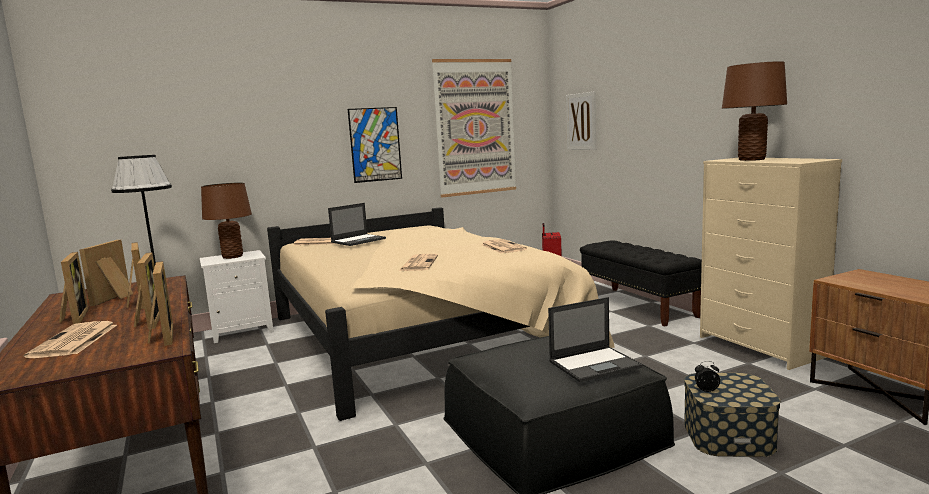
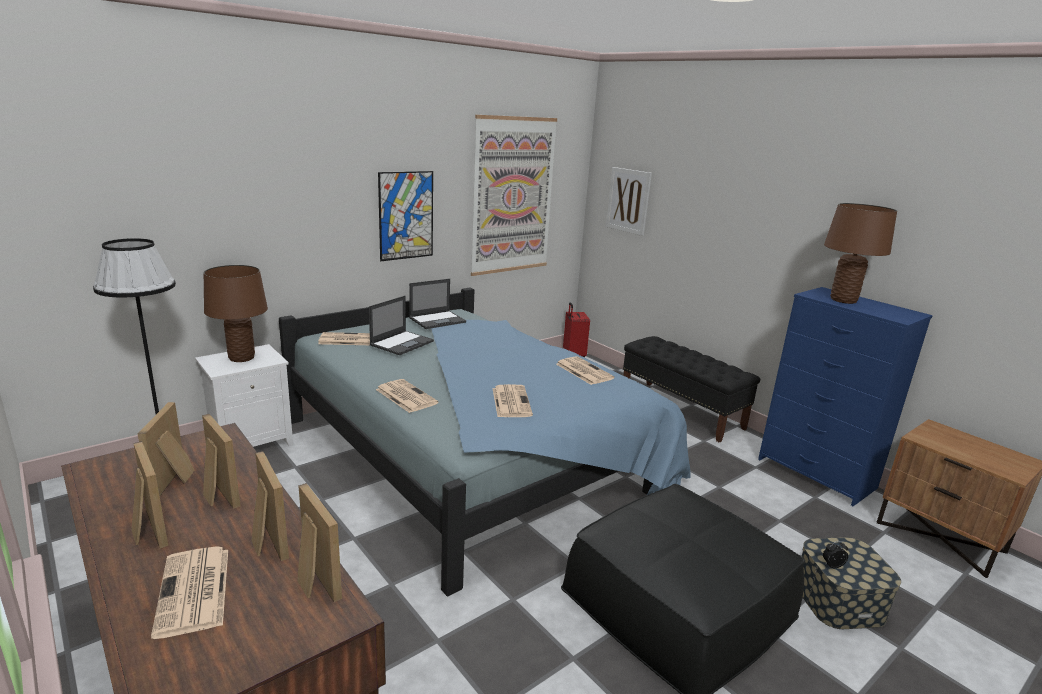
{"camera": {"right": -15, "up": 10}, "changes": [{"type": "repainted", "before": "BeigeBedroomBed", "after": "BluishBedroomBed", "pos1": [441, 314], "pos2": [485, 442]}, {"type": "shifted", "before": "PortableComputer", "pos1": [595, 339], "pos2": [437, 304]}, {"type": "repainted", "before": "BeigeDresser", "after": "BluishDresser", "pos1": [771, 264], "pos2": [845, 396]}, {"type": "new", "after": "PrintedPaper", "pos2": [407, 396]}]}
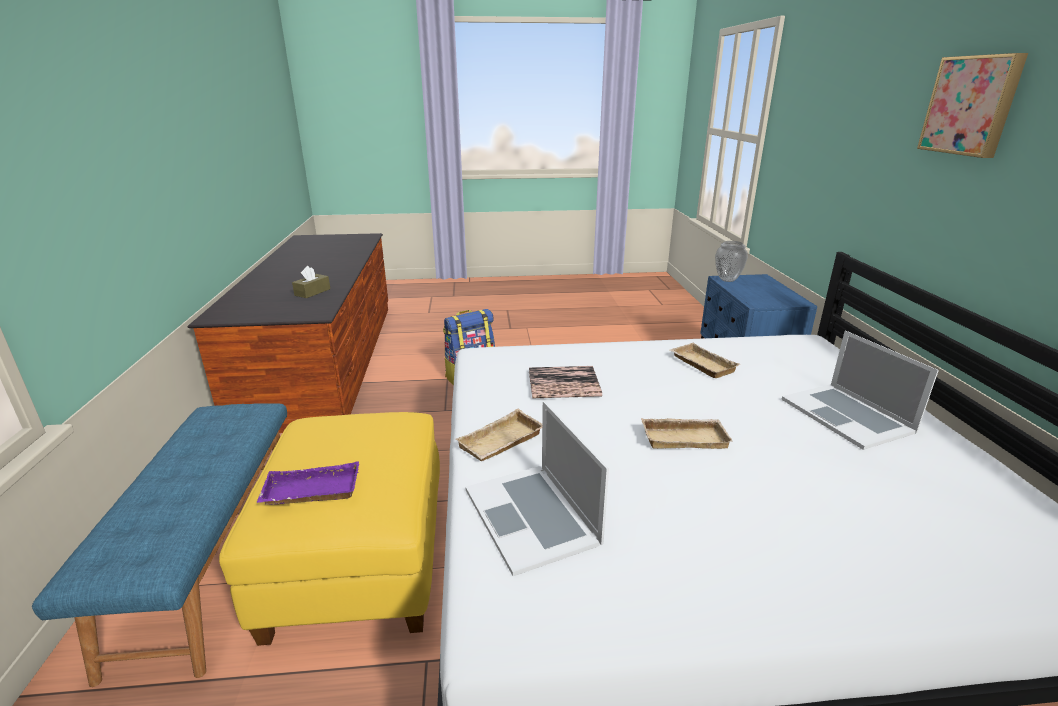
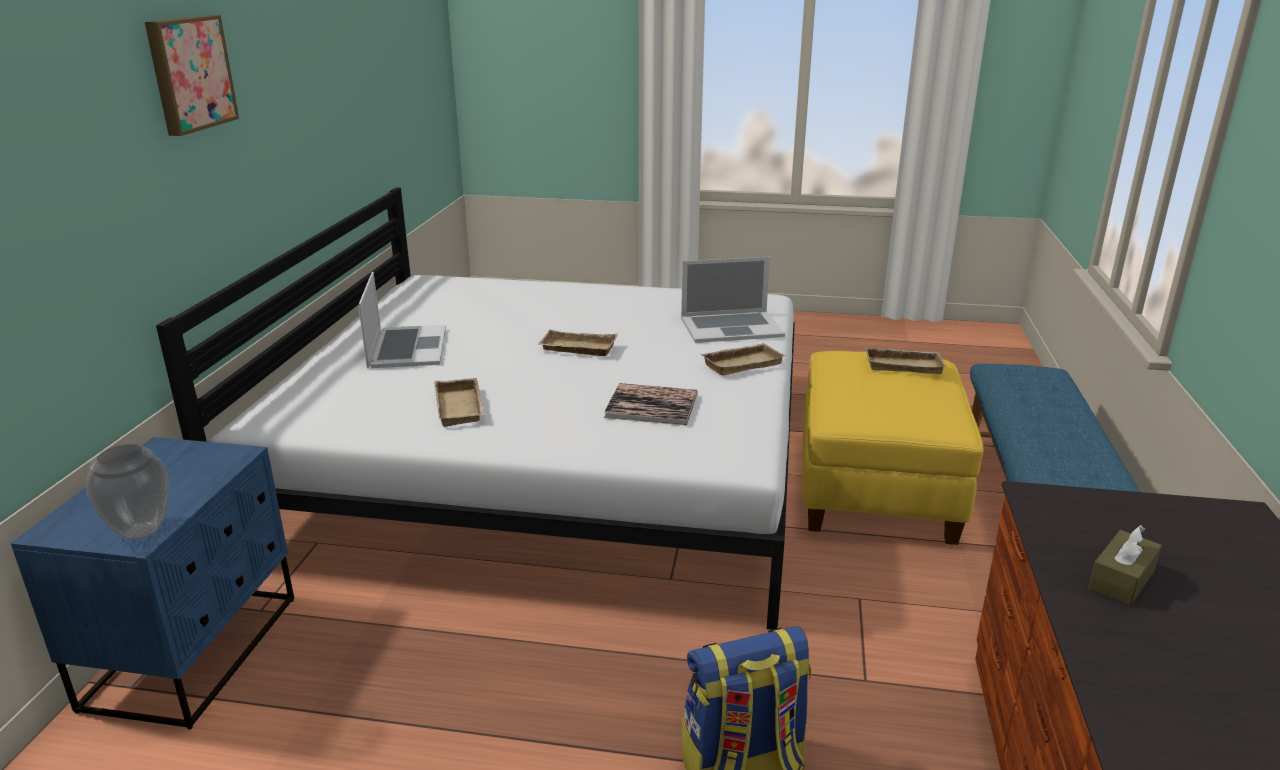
{"camera": {"right": -165, "up": 0}, "changes": [{"type": "repainted", "before": "PurpleColouredServingTray", "after": "BeigeServingTray", "pos1": [307, 483], "pos2": [905, 360]}, {"type": "rotated", "before": "PortableComputer", "pos1": [537, 488], "pos2": [733, 300], "turn": 90}]}
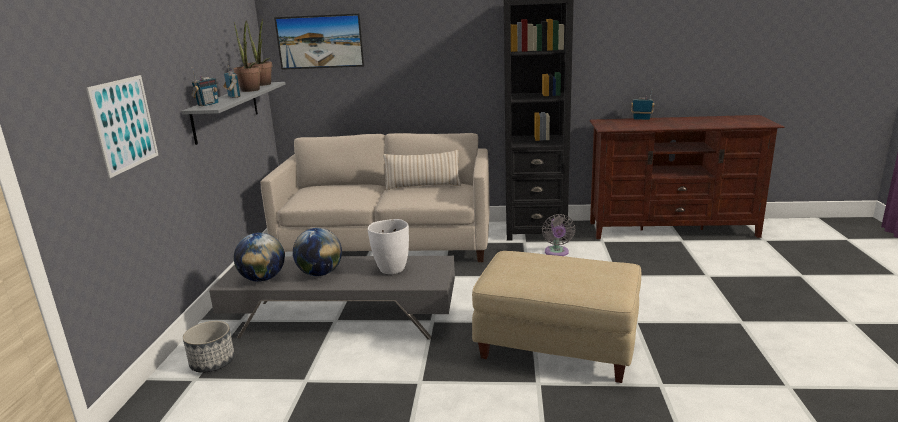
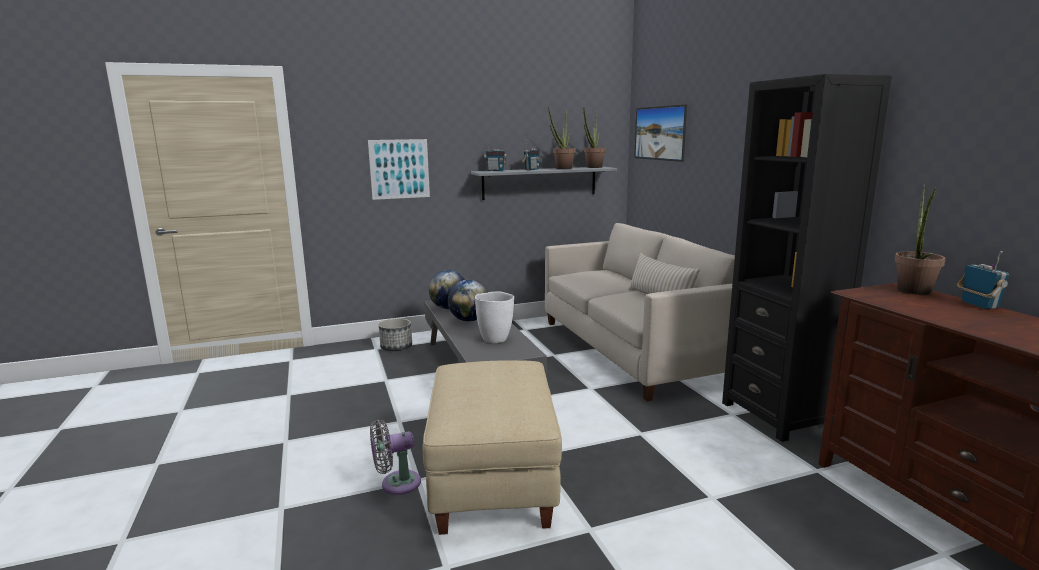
{"camera": {"right": 65, "up": -5}, "changes": [{"type": "shifted", "before": "GreyFan", "pos1": [558, 235], "pos2": [395, 457]}, {"type": "new", "after": "PottedPlant", "pos2": [920, 239]}]}
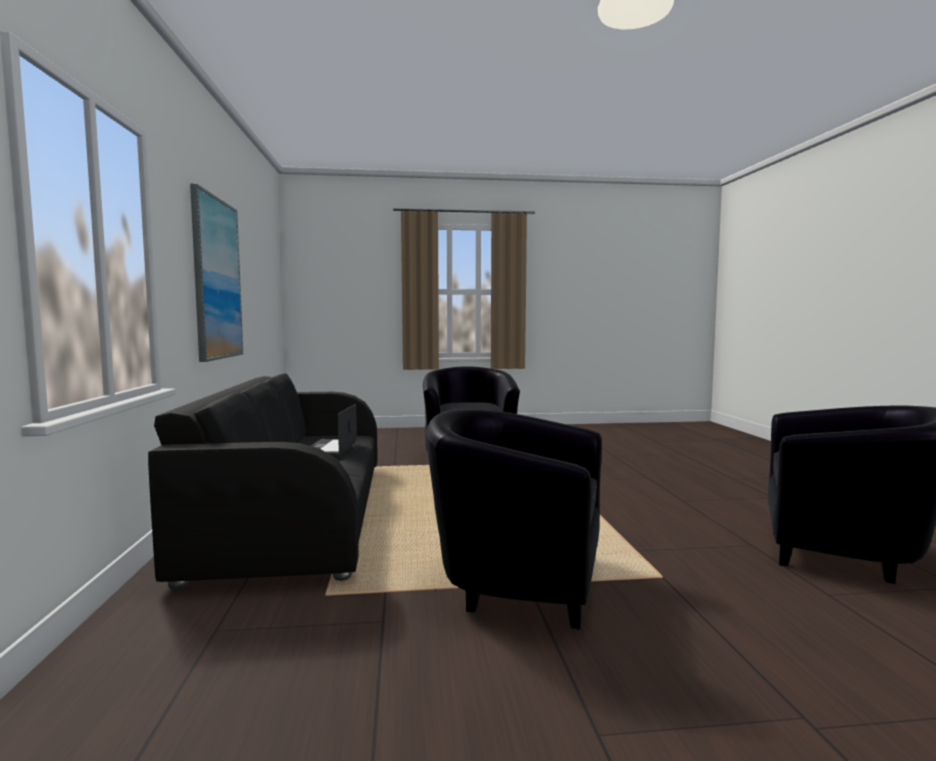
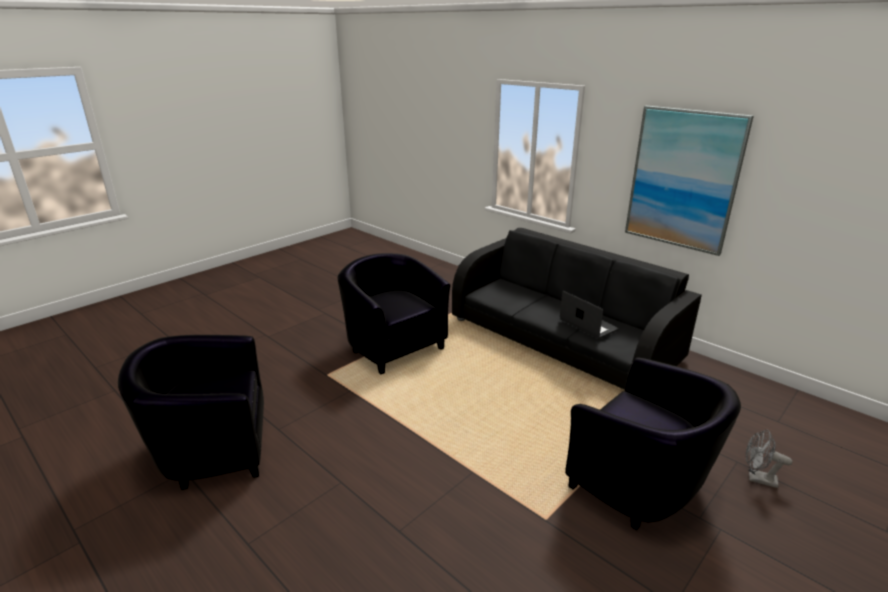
{"camera": {"right": 140, "up": 20}, "changes": [{"type": "rotated", "before": "BlackColouredArmchair", "pos1": [514, 519], "pos2": [393, 313], "turn": -105}, {"type": "new", "after": "GreyFan", "pos2": [769, 459]}]}
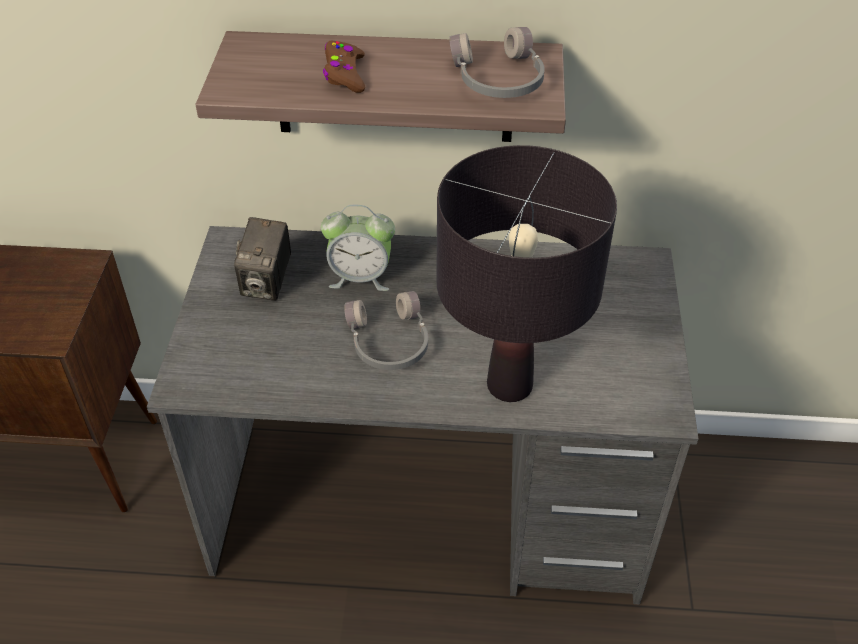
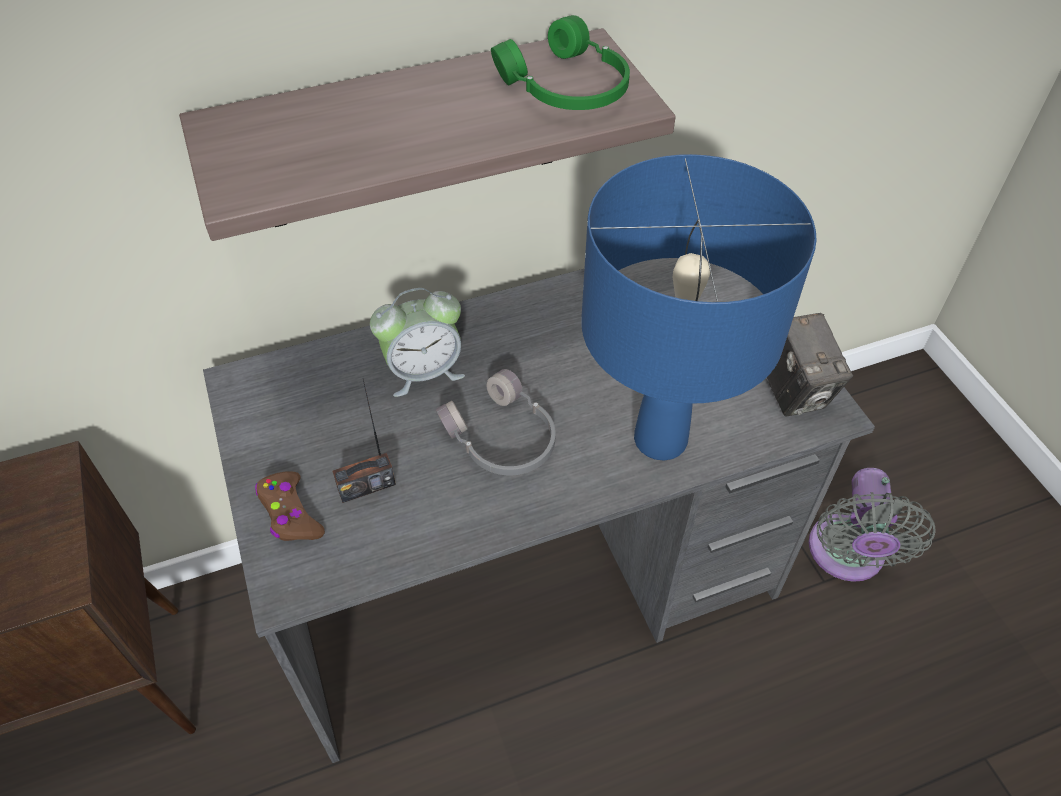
{"camera": {"right": -25, "up": 5}, "changes": [{"type": "shifted", "before": "PhotoCamera", "pos1": [262, 259], "pos2": [809, 365]}, {"type": "shifted", "before": "BrownishJoypad", "pos1": [344, 66], "pos2": [290, 506]}, {"type": "repainted", "before": "BlackColouredTableLamp", "after": "BluishTableLamp", "pos1": [526, 273], "pos2": [699, 307]}, {"type": "repainted", "before": "GreyPairOfHeadphones", "after": "GreenishPairOfHeadphones", "pos1": [497, 62], "pos2": [560, 62]}, {"type": "new", "after": "Radio", "pos2": [364, 441]}, {"type": "new", "after": "GreyFan", "pos2": [872, 525]}]}
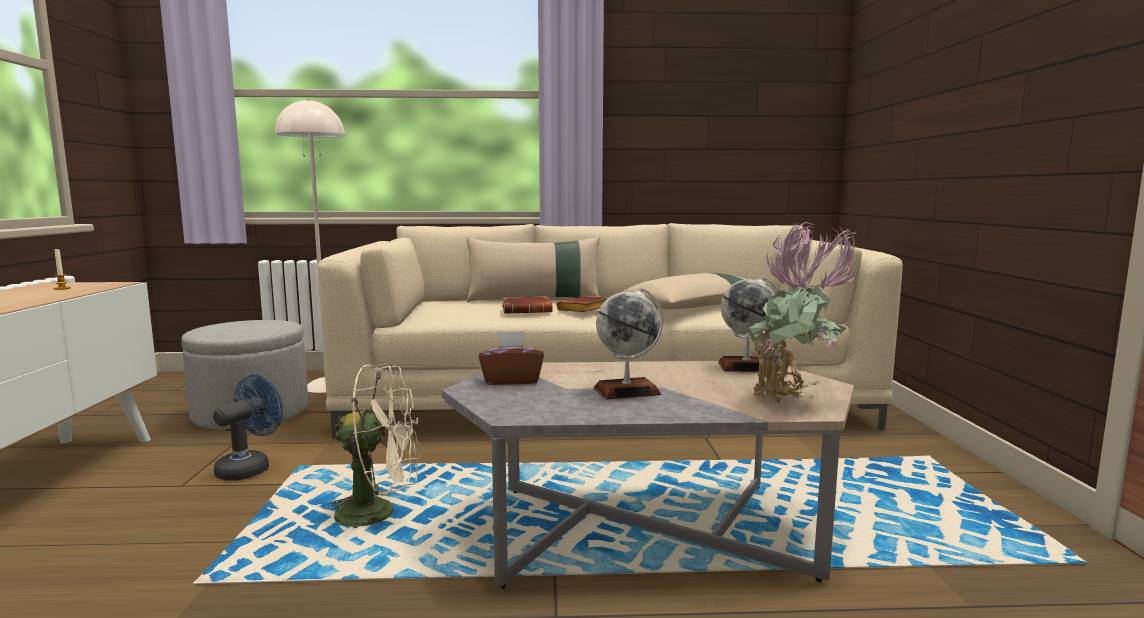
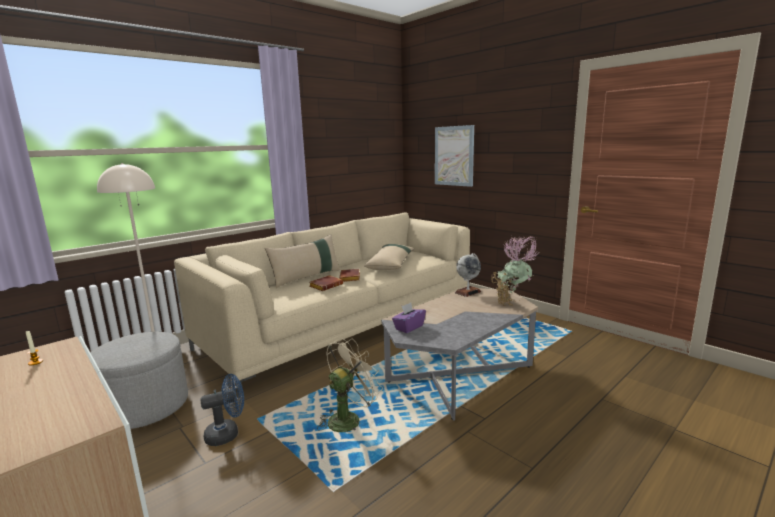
{"camera": {"right": -40, "up": 5}, "changes": [{"type": "rotated", "before": "BluishFan", "pos1": [248, 428], "pos2": [222, 410], "turn": 75}, {"type": "repainted", "before": "BrownishBoxOfTissues", "after": "PurpleColouredBoxOfTissues", "pos1": [511, 358], "pos2": [409, 318]}, {"type": "gone", "before": "DeskGlobe", "pos1": [628, 343]}, {"type": "new", "after": "Picture", "pos2": [454, 156]}]}
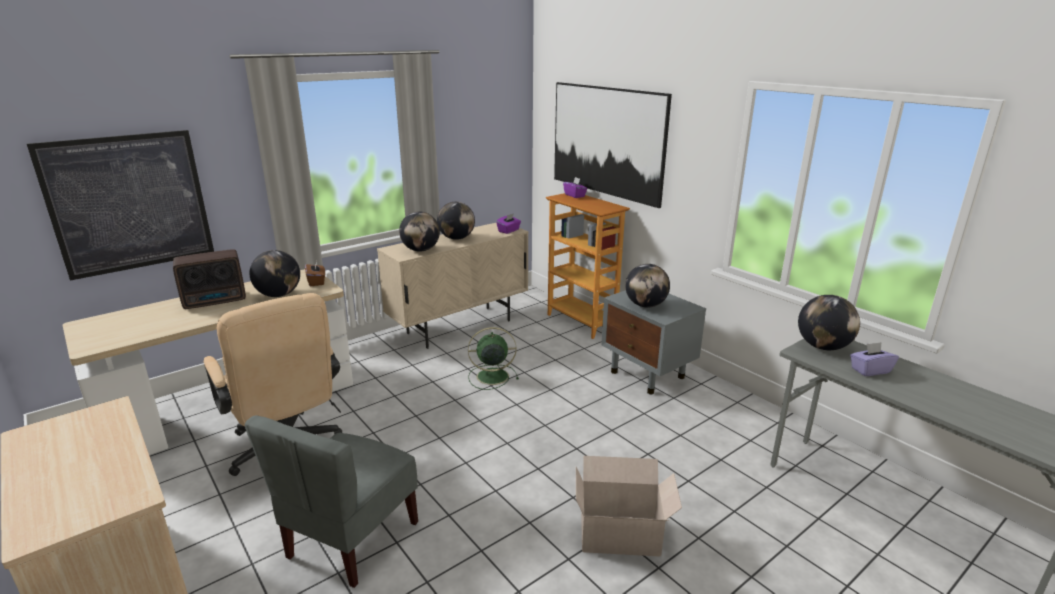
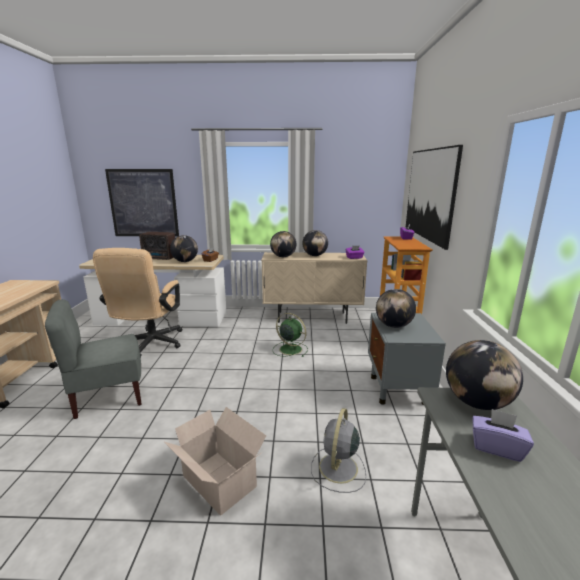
{"camera": {"right": 40, "up": -5}, "changes": [{"type": "new", "after": "GreyFan", "pos2": [338, 450]}]}
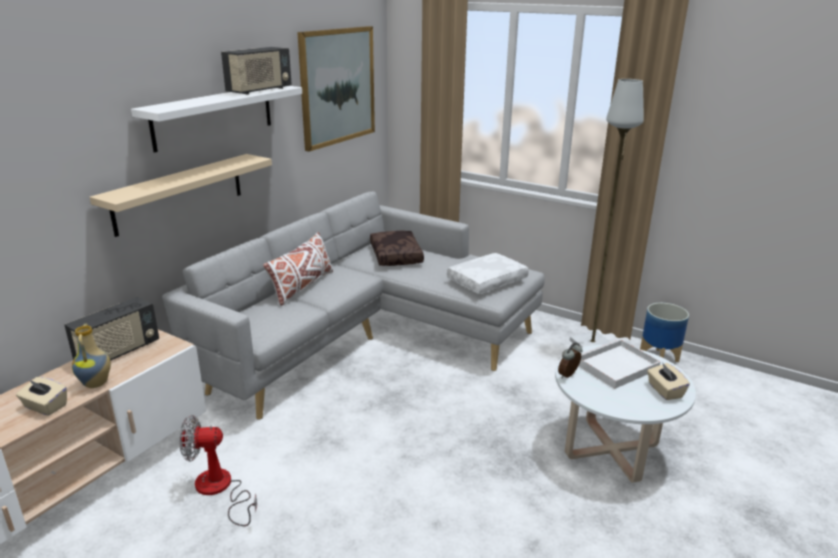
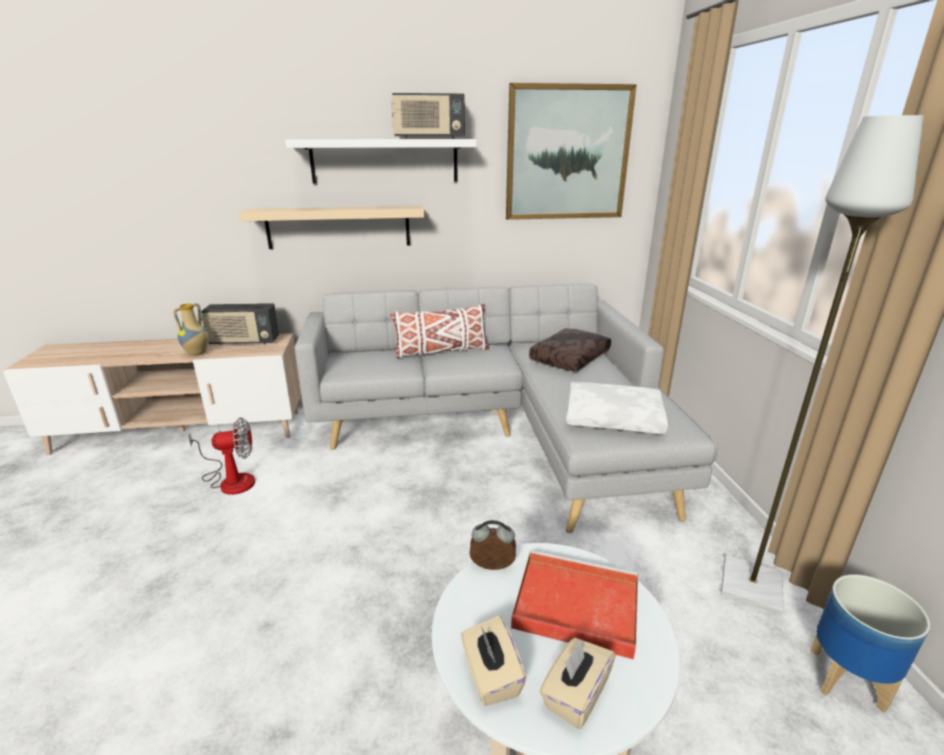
{"camera": {"right": 50, "up": 0}, "changes": [{"type": "shifted", "before": "BeigeBoxOfTissues", "pos1": [41, 396], "pos2": [493, 660]}, {"type": "rotated", "before": "Fan", "pos1": [218, 470], "pos2": [221, 456], "turn": 120}, {"type": "repainted", "before": "WhiteColouredServingTray", "after": "RedServingTray", "pos1": [619, 364], "pos2": [574, 604]}]}
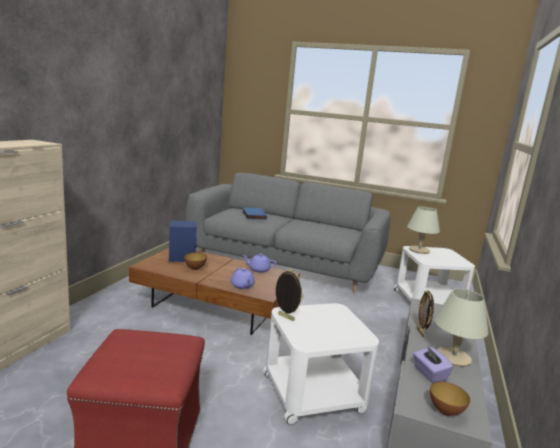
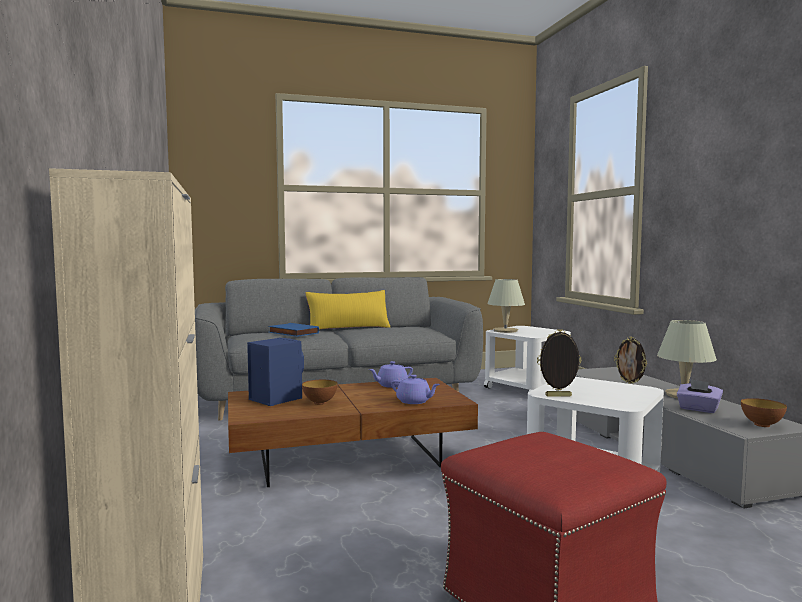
{"camera": {"right": -35, "up": -10}, "changes": [{"type": "new", "after": "YellowPillow", "pos2": [348, 310]}]}
